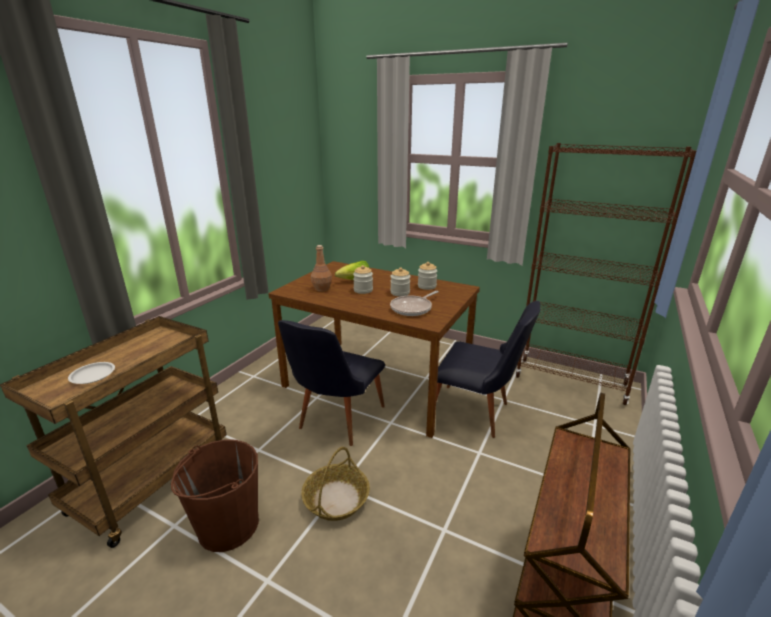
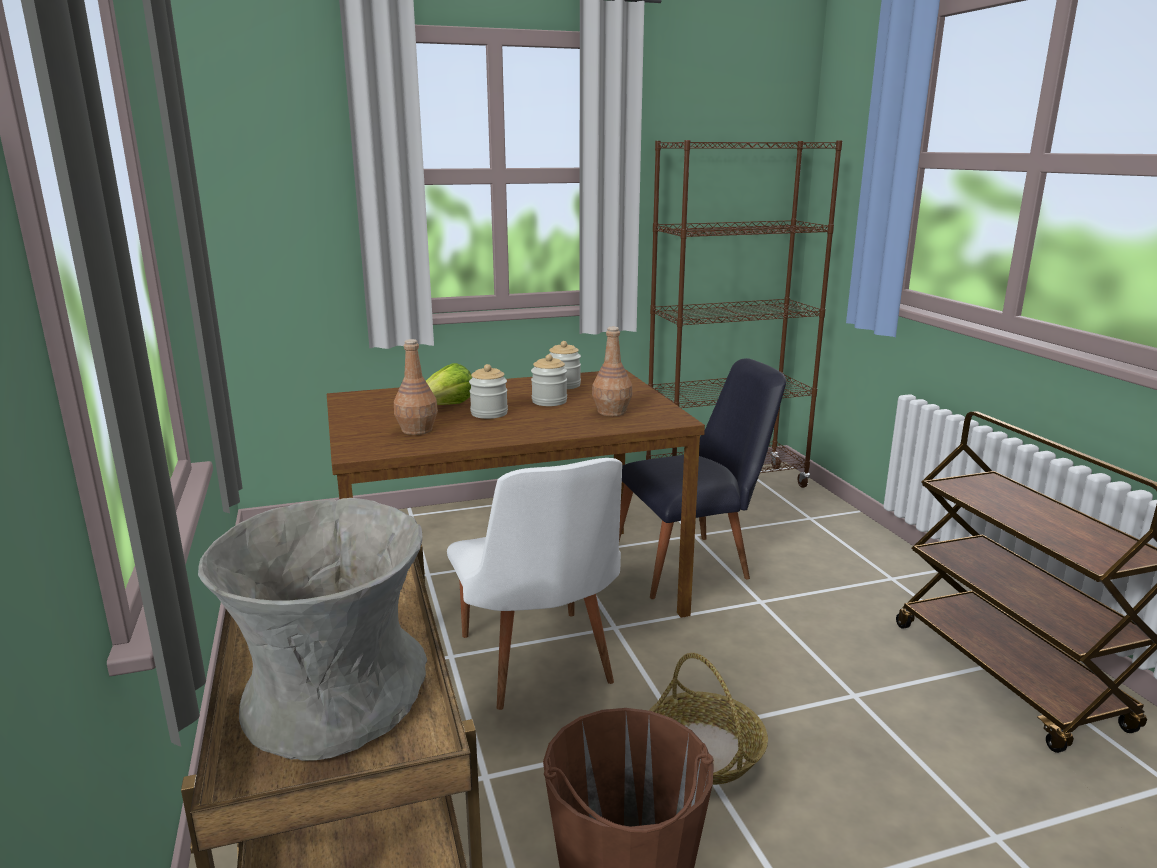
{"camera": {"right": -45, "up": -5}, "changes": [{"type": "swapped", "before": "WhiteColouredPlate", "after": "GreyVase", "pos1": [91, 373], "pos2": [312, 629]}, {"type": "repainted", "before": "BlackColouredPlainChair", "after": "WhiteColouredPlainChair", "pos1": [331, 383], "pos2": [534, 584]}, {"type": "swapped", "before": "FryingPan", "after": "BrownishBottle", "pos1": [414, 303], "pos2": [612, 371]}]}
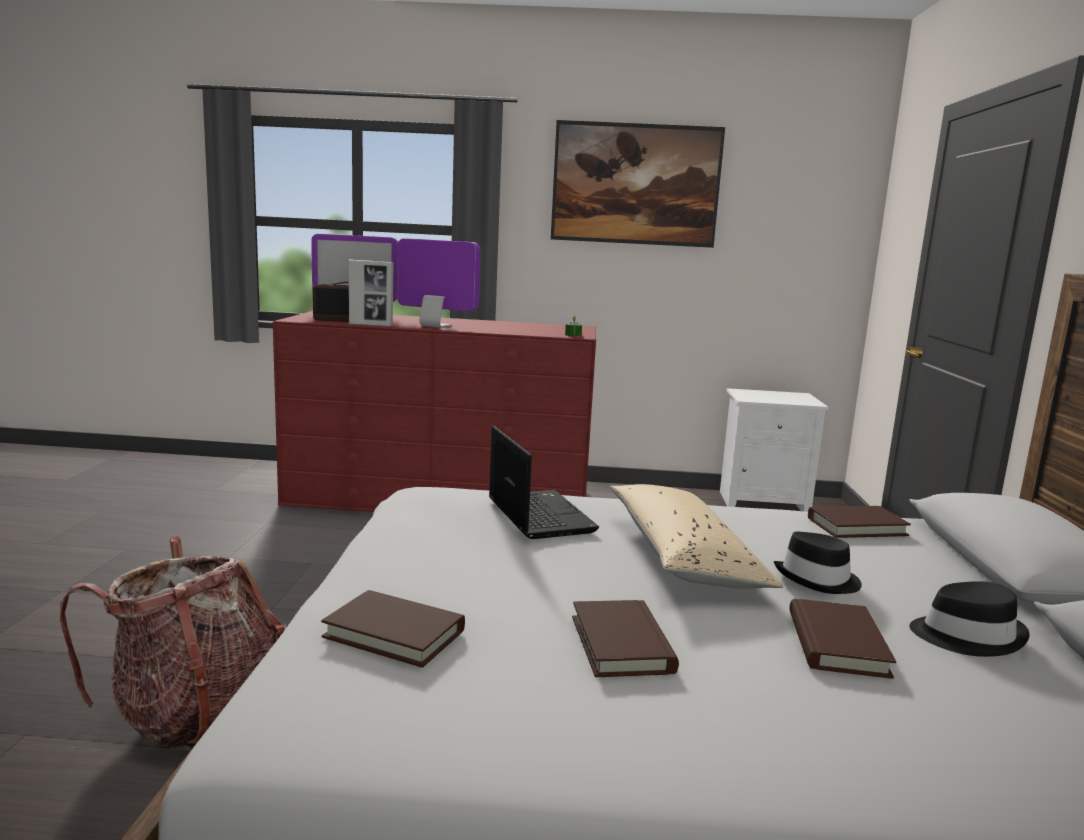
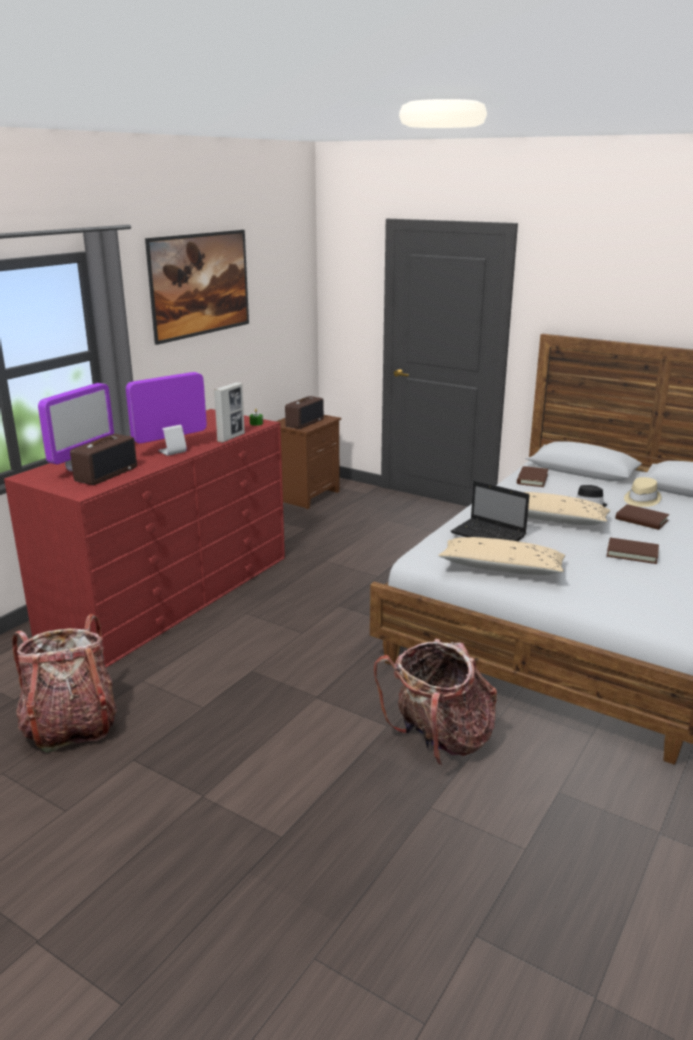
{"camera": {"right": -60, "up": 10}, "changes": [{"type": "gone", "before": "BrownishBoundBook", "pos1": [393, 629]}, {"type": "shifted", "before": "PictureFrame", "pos1": [371, 293], "pos2": [229, 412]}, {"type": "rotated", "before": "PortableComputer", "pos1": [544, 482], "pos2": [490, 510], "turn": -150}, {"type": "repainted", "before": "WhiteColouredNightTable", "after": "BrownishNightTable", "pos1": [774, 450], "pos2": [308, 462]}, {"type": "repainted", "before": "BlackColouredWearableHat", "after": "BeigeWearableHat", "pos1": [969, 619], "pos2": [642, 492]}, {"type": "new", "after": "Rucksack", "pos2": [64, 683]}, {"type": "new", "after": "Radio", "pos2": [304, 412]}, {"type": "new", "after": "BeigePillow", "pos2": [501, 556]}]}
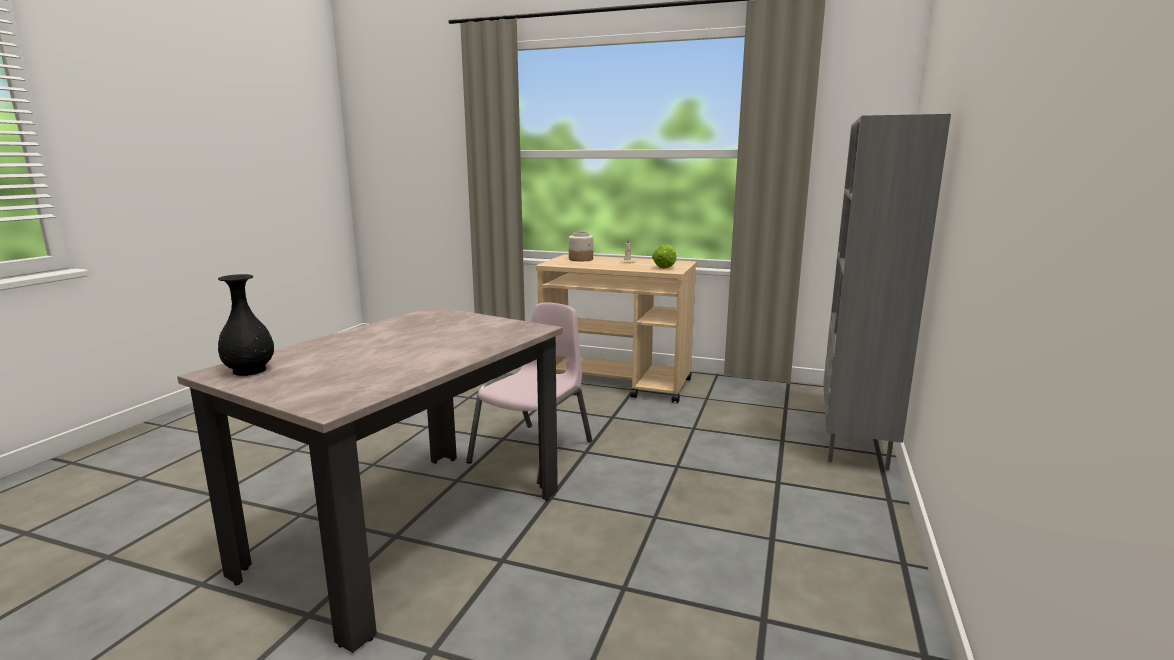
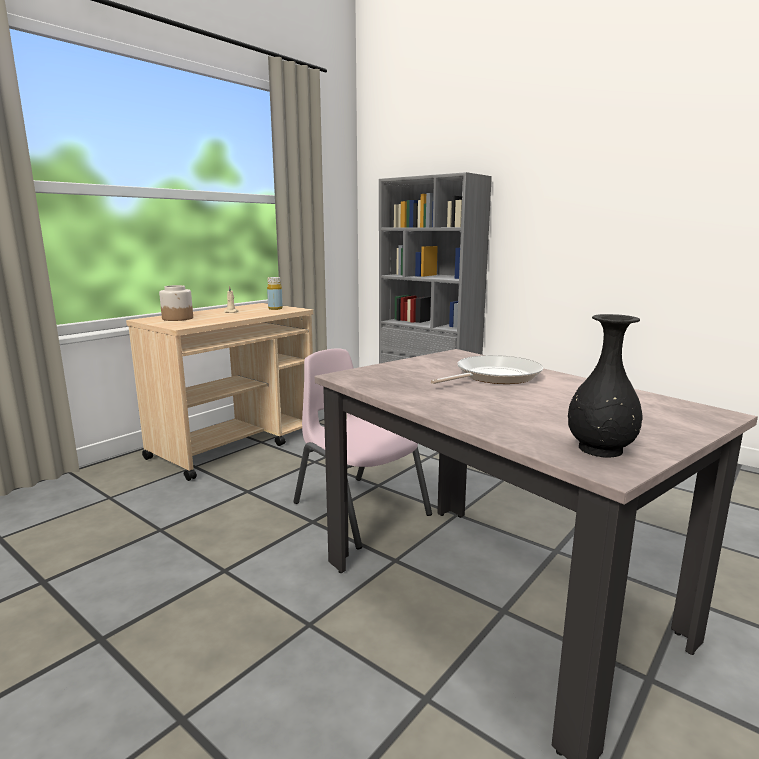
{"camera": {"right": -70, "up": 0}, "changes": [{"type": "swapped", "before": "HeadOfLettuce", "after": "YellowBottle", "pos1": [664, 256], "pos2": [275, 293]}, {"type": "new", "after": "FryingPan", "pos2": [487, 369]}]}
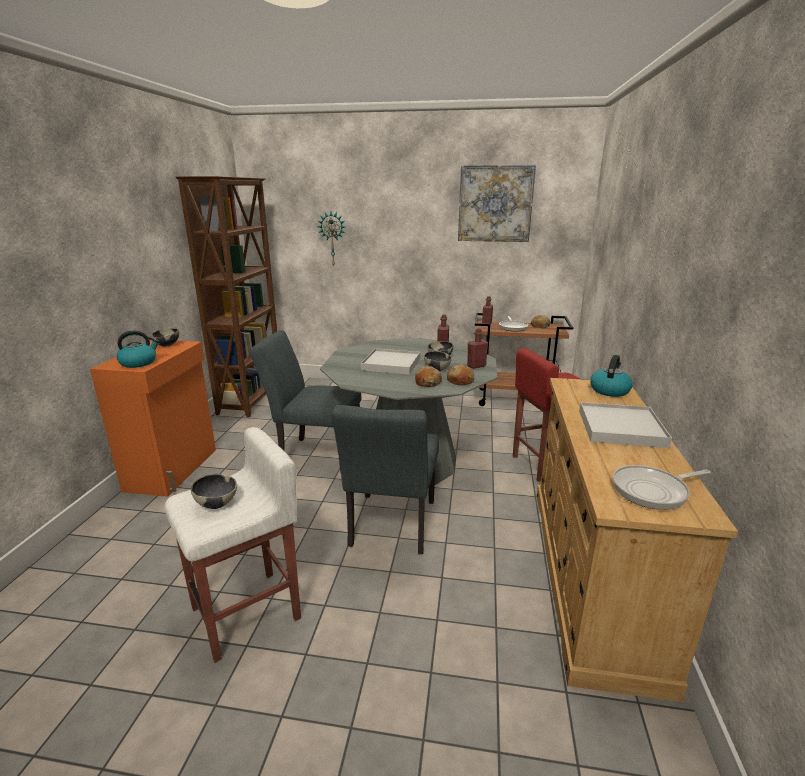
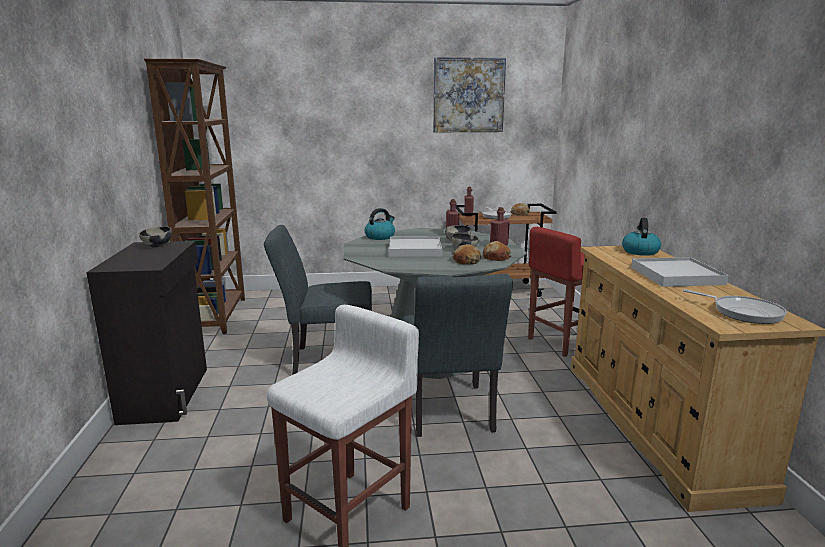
{"camera": {"right": -15, "up": -5}, "changes": [{"type": "repainted", "before": "OrangeyStorageCabinet", "after": "BlackColouredStorageCabinet", "pos1": [153, 419], "pos2": [146, 333]}, {"type": "shifted", "before": "WaterKettle", "pos1": [137, 349], "pos2": [380, 224]}, {"type": "gone", "before": "DeepDish", "pos1": [214, 491]}, {"type": "gone", "before": "WallClock", "pos1": [331, 239]}, {"type": "rotated", "before": "FryingPan", "pos1": [662, 487], "pos2": [735, 306], "turn": -105}]}
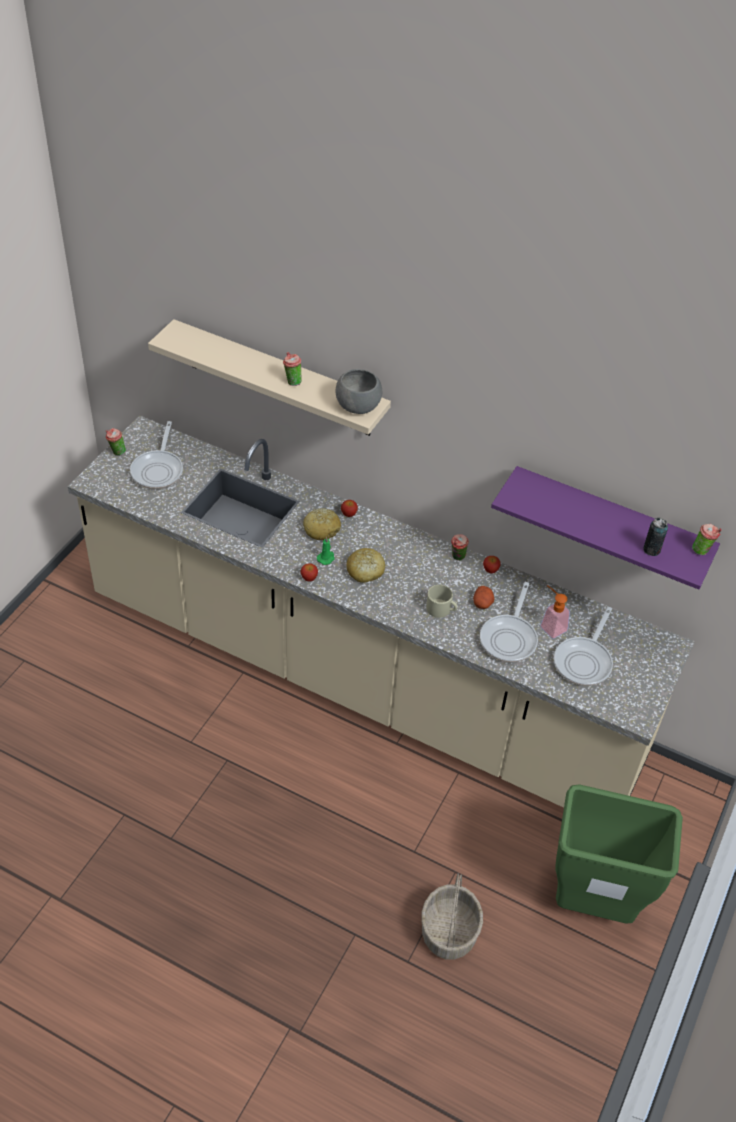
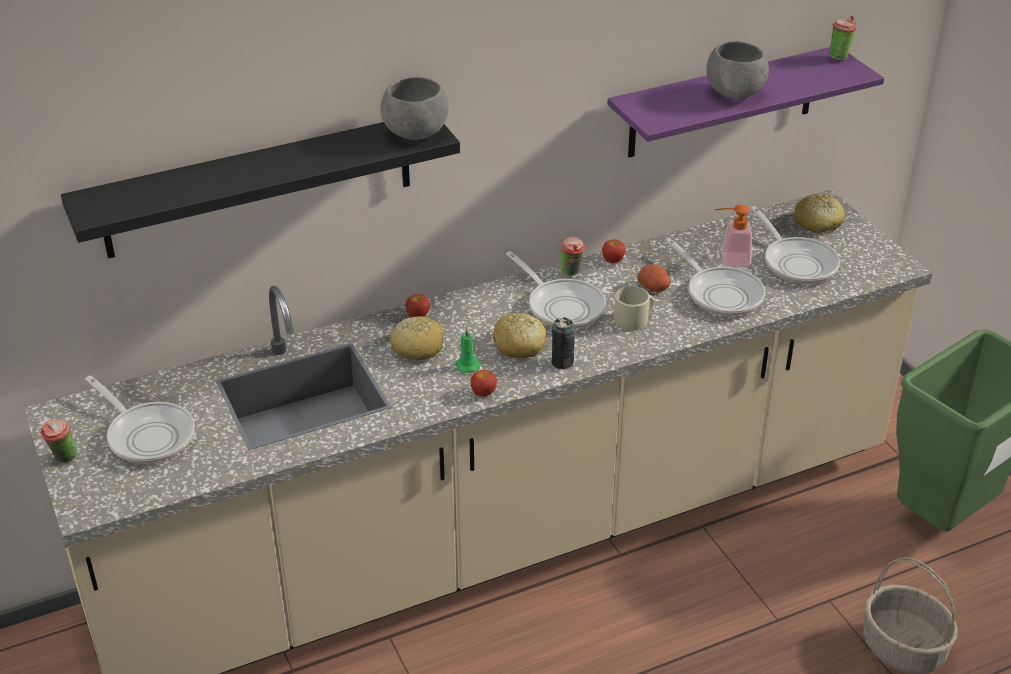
{"camera": {"right": -50, "up": -10}, "changes": [{"type": "repainted", "before": "BeigeShelf", "after": "BlackColouredShelf", "pos1": [269, 377], "pos2": [260, 190]}, {"type": "gone", "before": "SmallCup", "pos1": [292, 369]}, {"type": "shifted", "before": "MetalCan", "pos1": [655, 537], "pos2": [563, 343]}, {"type": "new", "after": "FryingPan", "pos2": [556, 289]}, {"type": "new", "after": "GreyDeepDish", "pos2": [737, 70]}, {"type": "new", "after": "Bread", "pos2": [819, 213]}]}
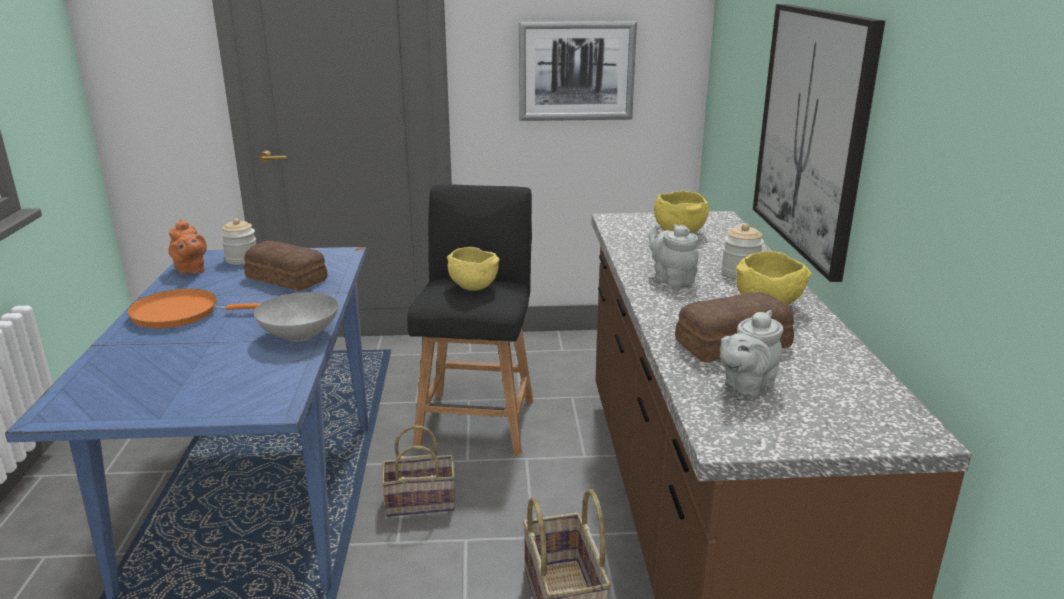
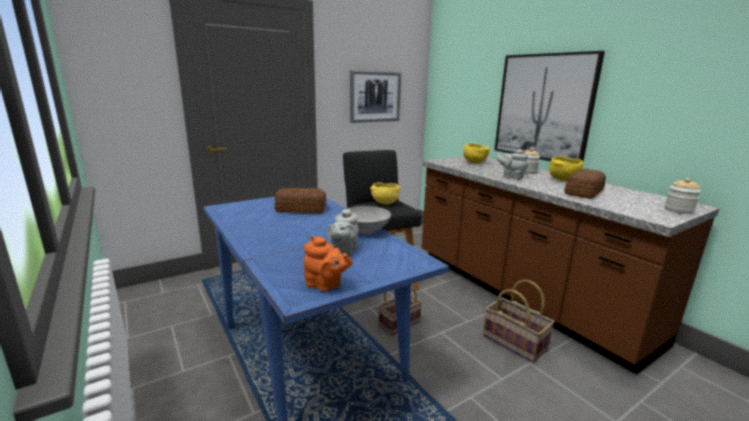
{"camera": {"right": -30, "up": -5}, "changes": [{"type": "gone", "before": "OrangeyFryingPan", "pos1": [194, 308]}, {"type": "shifted", "before": "OrangeyTeapot", "pos1": [187, 247], "pos2": [328, 264]}, {"type": "shifted", "before": "StorageJar", "pos1": [238, 241], "pos2": [683, 196]}, {"type": "shifted", "before": "GreyTeapot", "pos1": [751, 354], "pos2": [343, 231]}]}
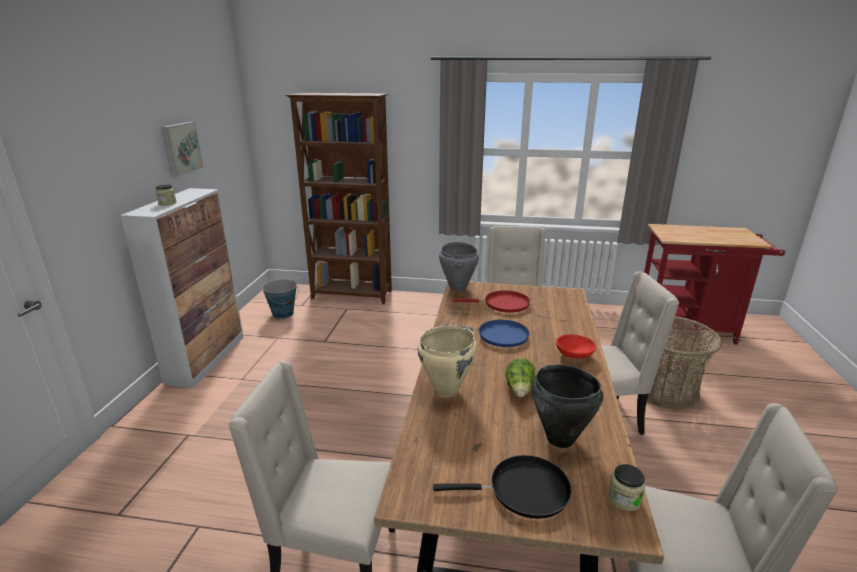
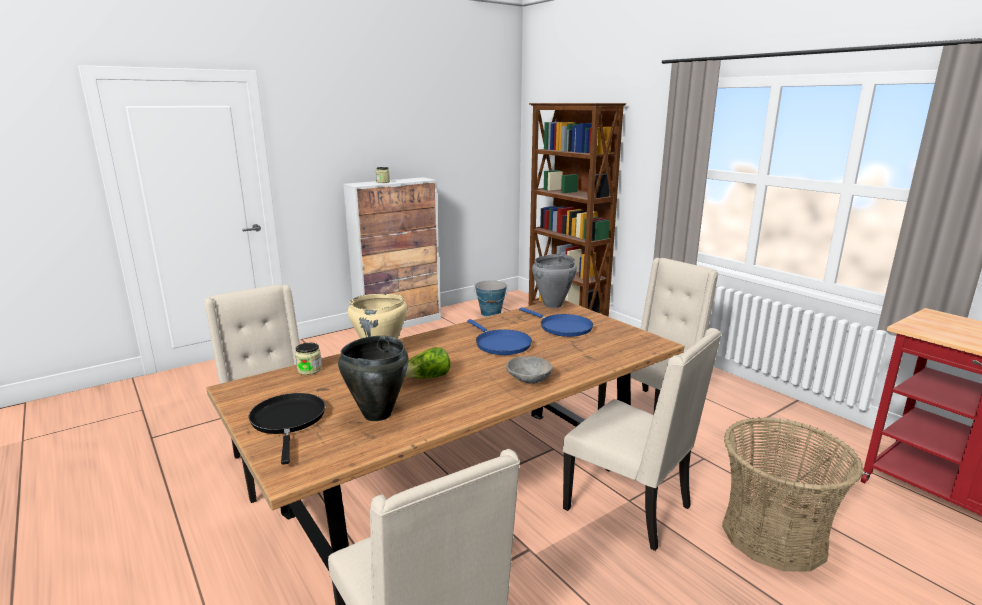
{"camera": {"right": 45, "up": -5}, "changes": [{"type": "gone", "before": "Picture", "pos1": [182, 149]}, {"type": "rotated", "before": "BlackColouredFryingPan", "pos1": [502, 487], "pos2": [287, 429], "turn": -150}, {"type": "repainted", "before": "RedFryingPan", "after": "BluishFryingPan", "pos1": [491, 301], "pos2": [556, 322]}, {"type": "repainted", "before": "RedDeepDish", "after": "GreyDeepDish", "pos1": [576, 346], "pos2": [529, 370]}, {"type": "shifted", "before": "StorageJar", "pos1": [626, 487], "pos2": [308, 359]}]}
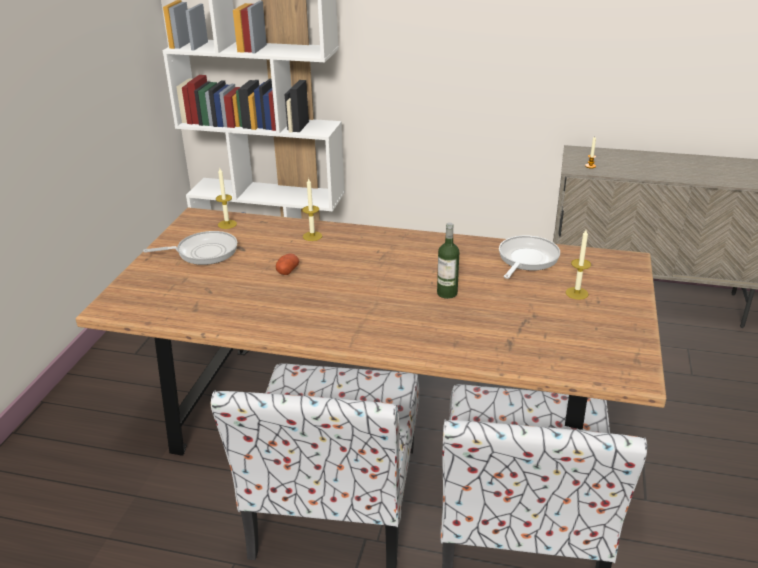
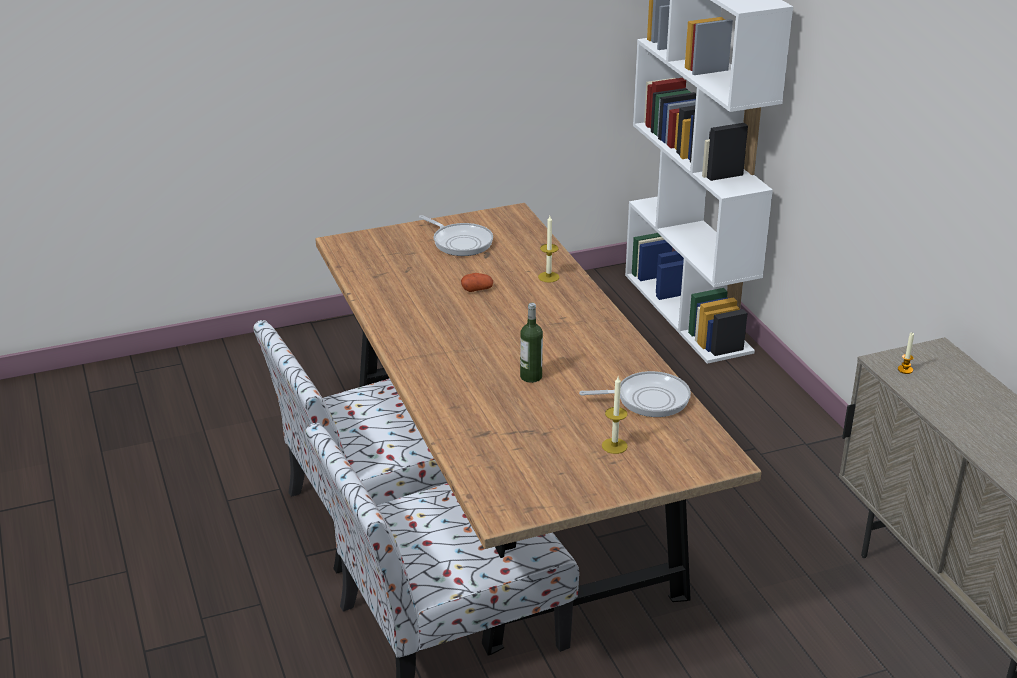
{"camera": {"right": 55, "up": 0}, "changes": [{"type": "gone", "before": "WaxCandle", "pos1": [226, 198]}]}
